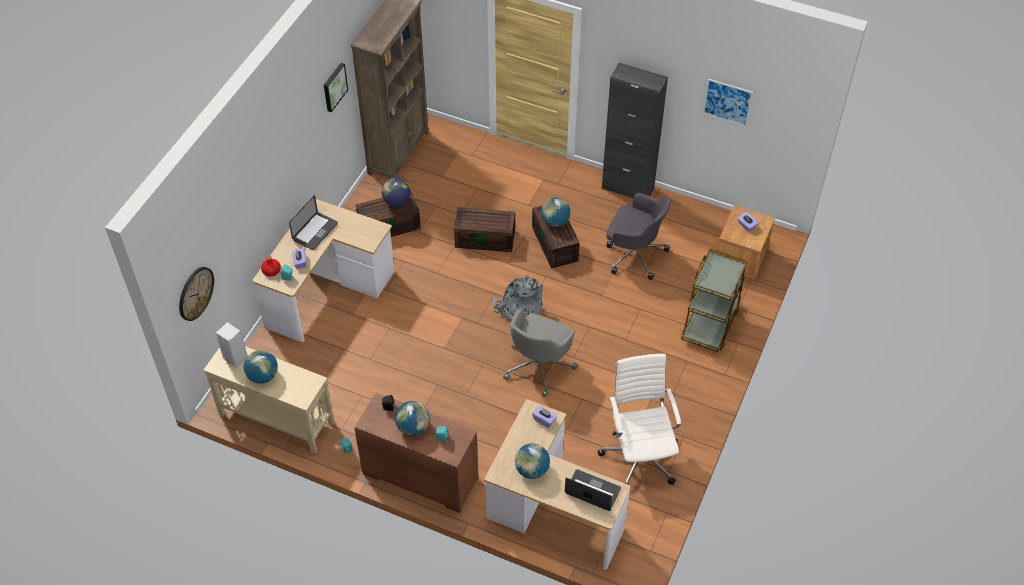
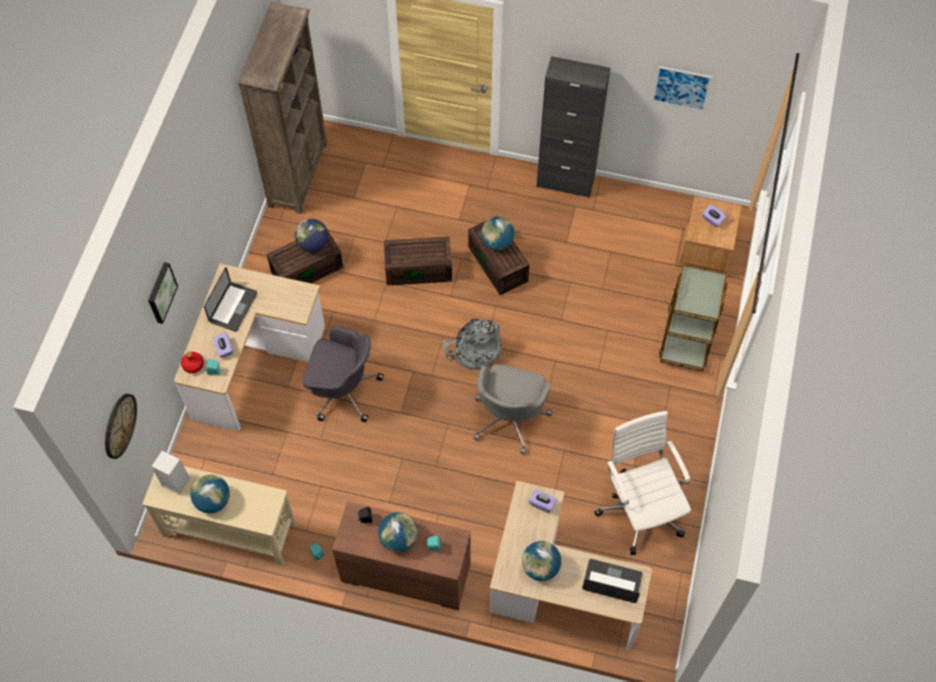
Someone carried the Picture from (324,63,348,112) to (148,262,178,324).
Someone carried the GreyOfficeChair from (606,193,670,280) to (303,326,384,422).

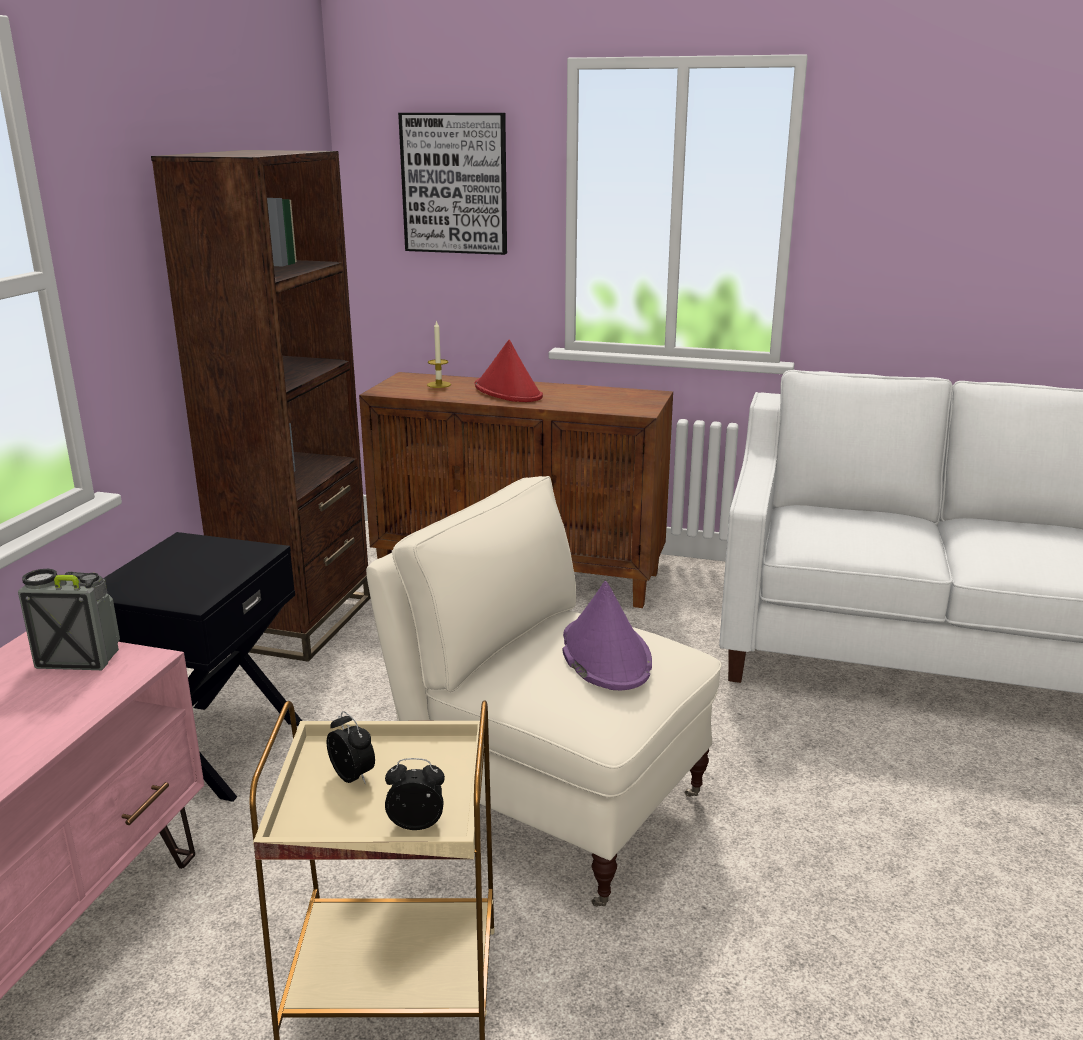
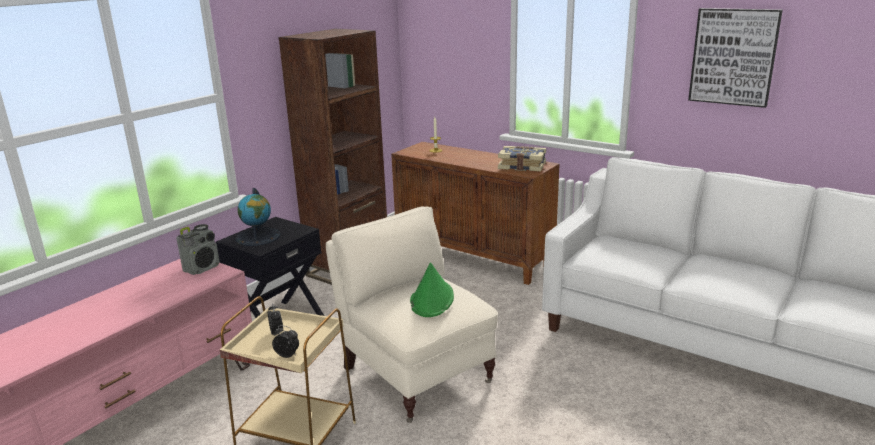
Someone took away the RedHat at (475,340,543,402).
Someone put down the Globe at (235,188,280,246).
Someone put down the Book at (498,146,546,172).
Someone carried the Picture from (398,113,507,255) to (688,8,783,108).
Someone repainted the PurpleHat at (562,581,652,691), which became the GreenHat at (410,262,454,317).
Someone rotated the Radio at (18,569,120,670) by 105 degrees clockwise.

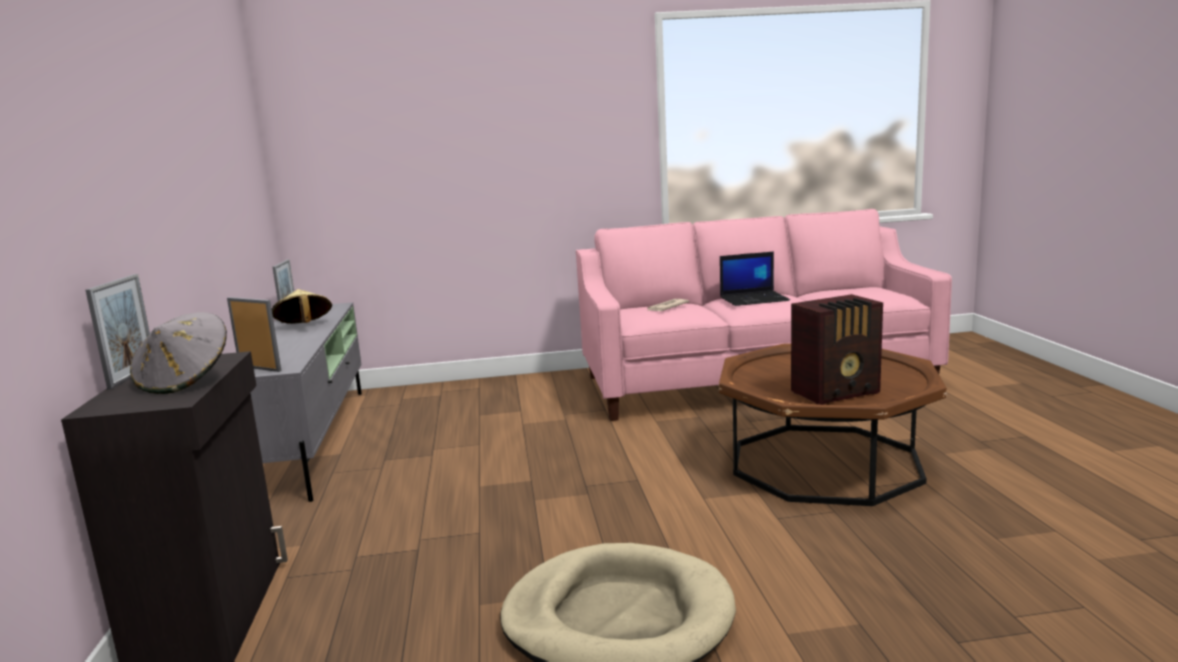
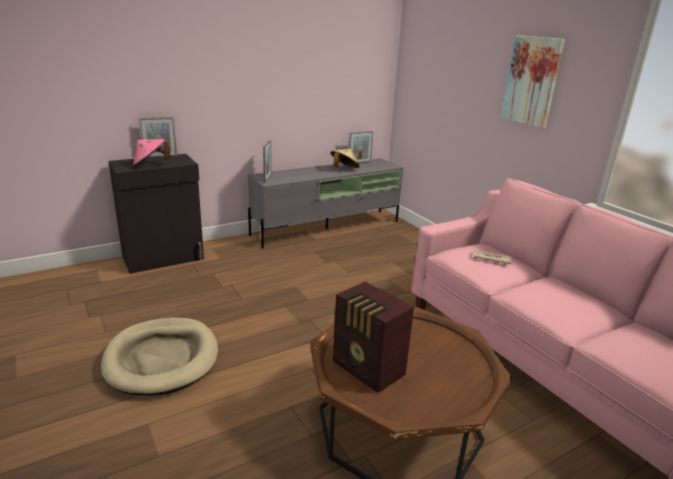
Someone took away the Laptop at (720,251,790,306).
Someone put up the Picture at (501,35,565,128).
Someone repainted the GreyHat at (130,312,227,394), which became the PinkHat at (133,139,170,167).

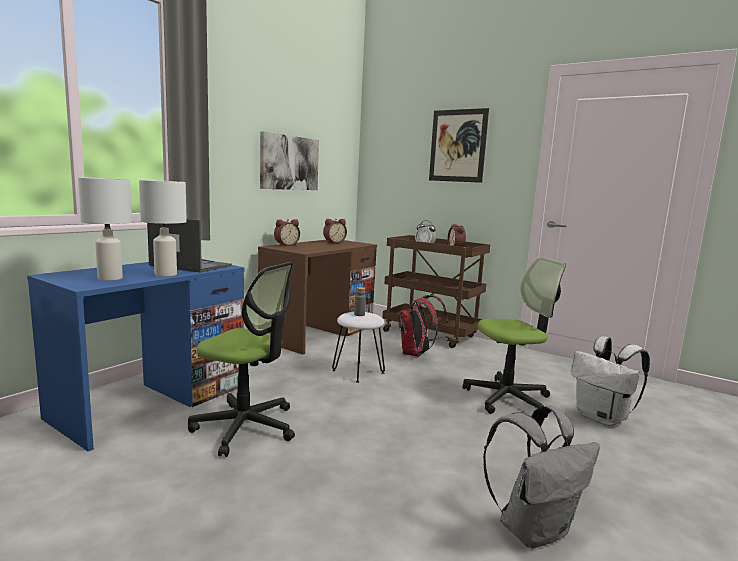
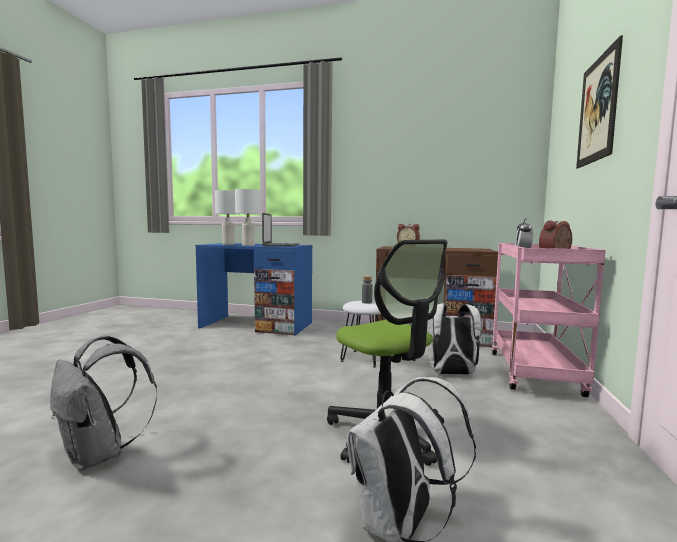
Someone took away the OfficeChair at (188,262,295,457).
Someone took away the Picture at (260,131,319,190).
Someone took away the AlarmClock at (323,219,347,243).
Someone repainted the BrownCart at (383,235,490,348), which became the PinkCart at (492,243,606,397).
Someone repainted the RedBackpack at (399,295,448,357), which became the WhiteBackpack at (427,303,482,375).

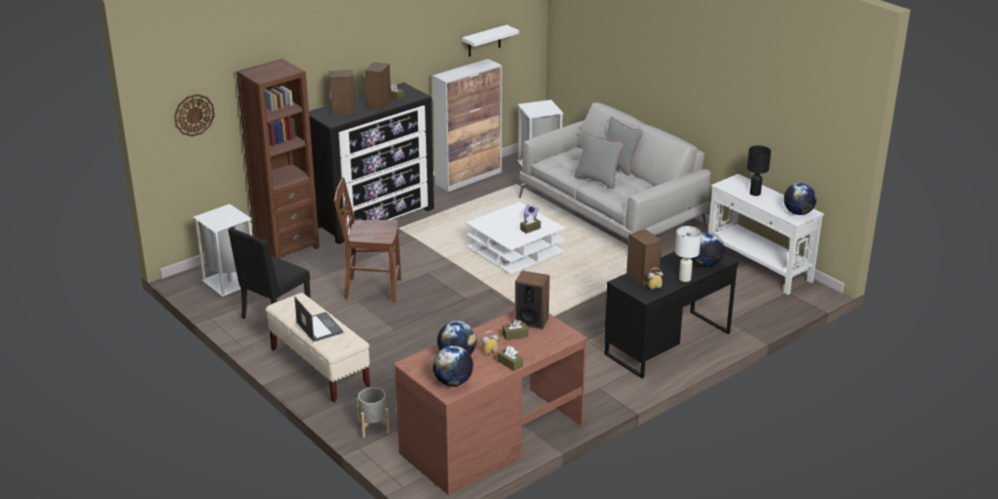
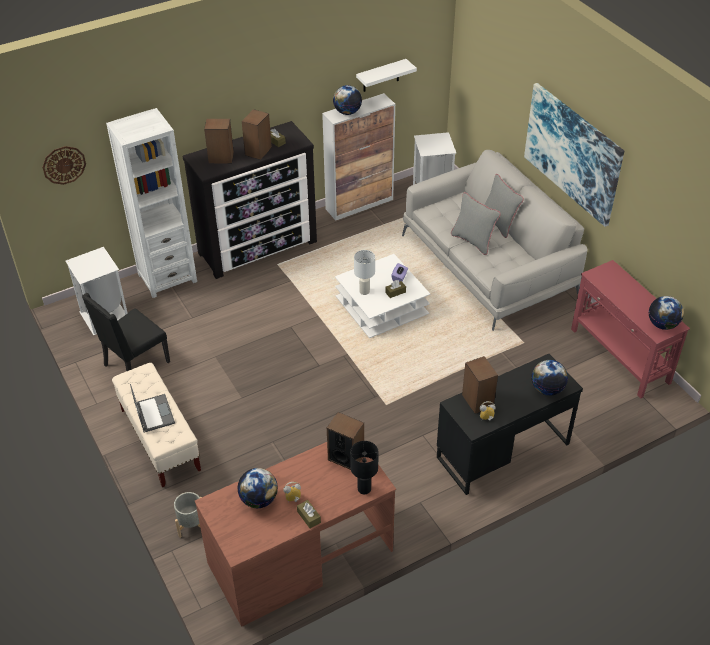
Someone took away the BrownChair at (334,177,401,303).
Someone took away the BrownTissueBox at (503,319,528,340).
Someone put up the Picture at (524,83,624,227).
Someone carried the Globe from (433,346,473,386) to (333,85,362,115).
Someone carried the WhiteTableLamp from (675,226,701,282) to (354,250,375,295).
Someone carried the BlackTableLamp from (747,146,771,196) to (350,441,379,494).
Someone repainted the BrownBookcase at (236,59,320,259), which became the WhiteBookcase at (106,108,197,298).
Someone repainted the WhiteConsoleTable at (708,174,824,295), which became the RedConsoleTable at (571,260,690,398).

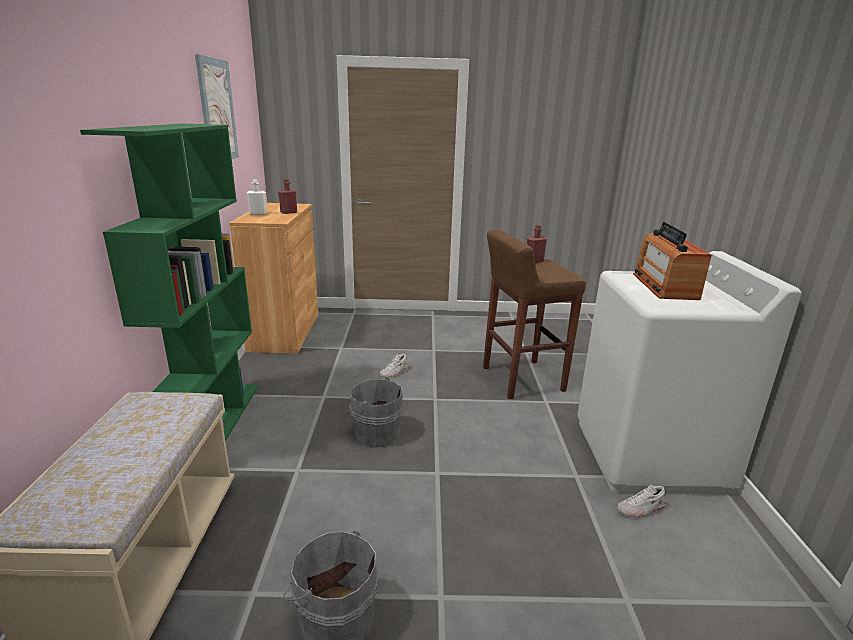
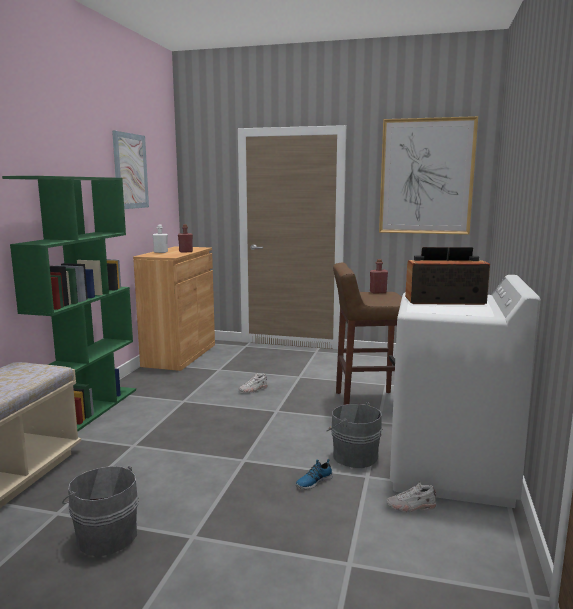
Someone put down the Shoe at (295,459,333,489).
Someone put up the Picture at (379,116,478,235).
Someone carried the GreyBucket from (345,377,403,448) to (326,402,382,468).
Someone rotated the Radio at (633,222,712,300) by 75 degrees clockwise.

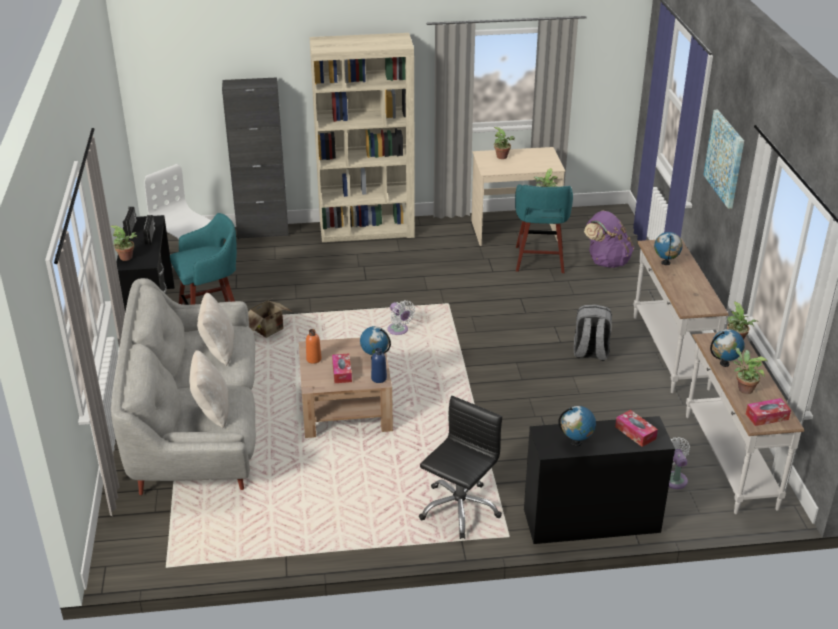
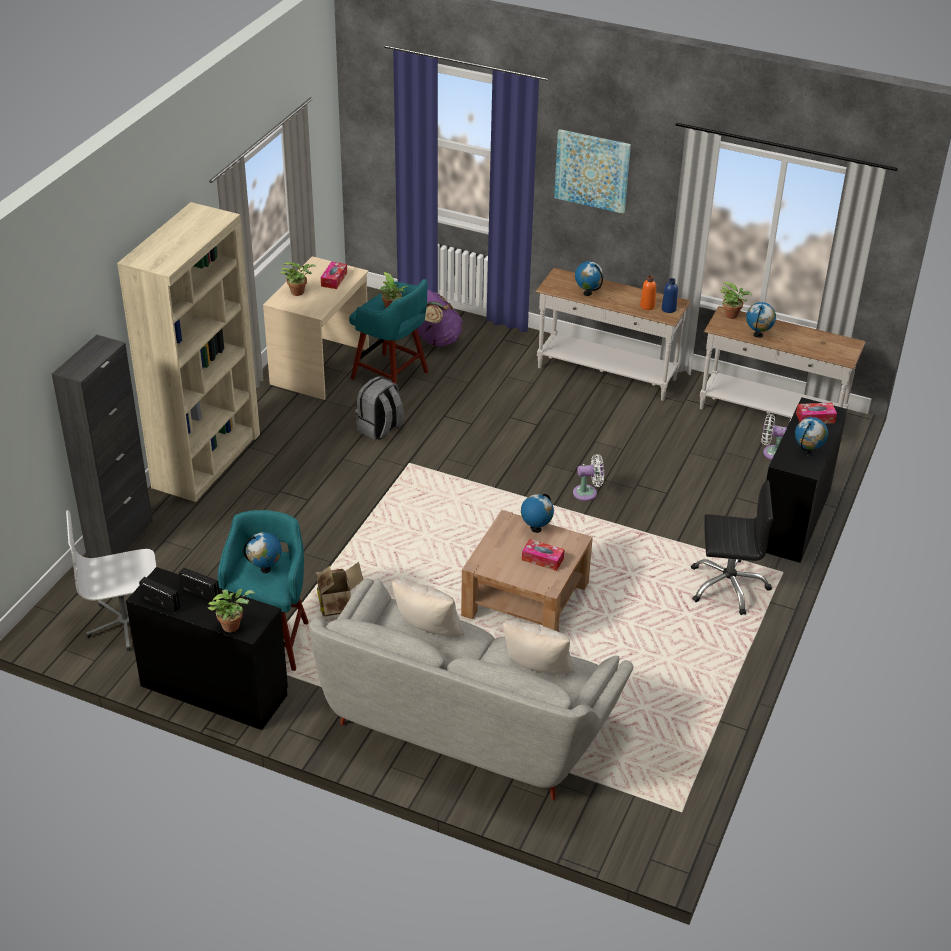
Someone took away the PottedPlant at (733,348,768,394).
Someone put down the Globe at (243,532,282,573).
Someone carried the OrangeBottle from (306,329,321,364) to (640,275,656,310).
Someone carried the BlueBottle from (371,348,387,383) to (662,278,678,313).
Someone carried the WhiteFan from (387,300,415,335) to (573,454,604,501).
Someone carried the GreyBackpack from (574,304,612,361) to (355,376,404,440).
Someone carried the TissueBox from (746,398,791,426) to (321,262,347,289).
Someone rotated the BlackOfficeChair at (419,396,502,539) by 120 degrees clockwise.

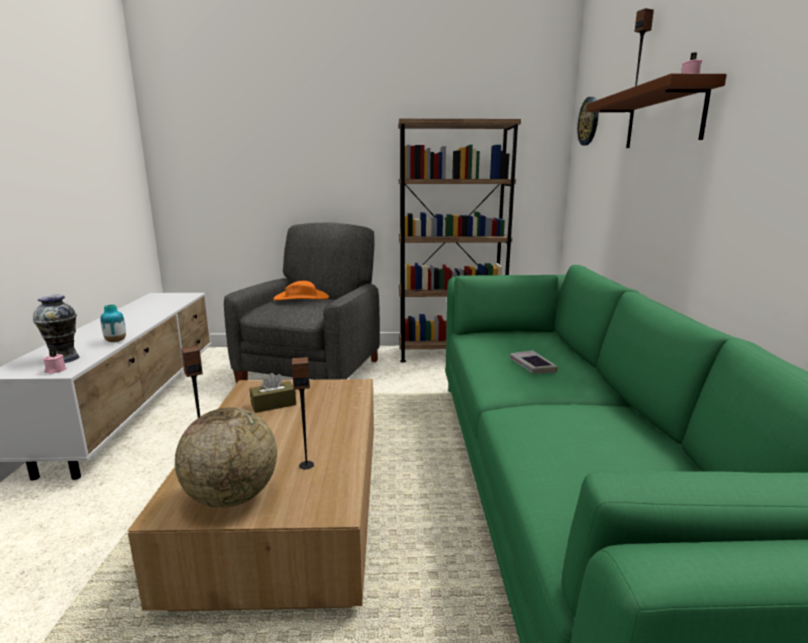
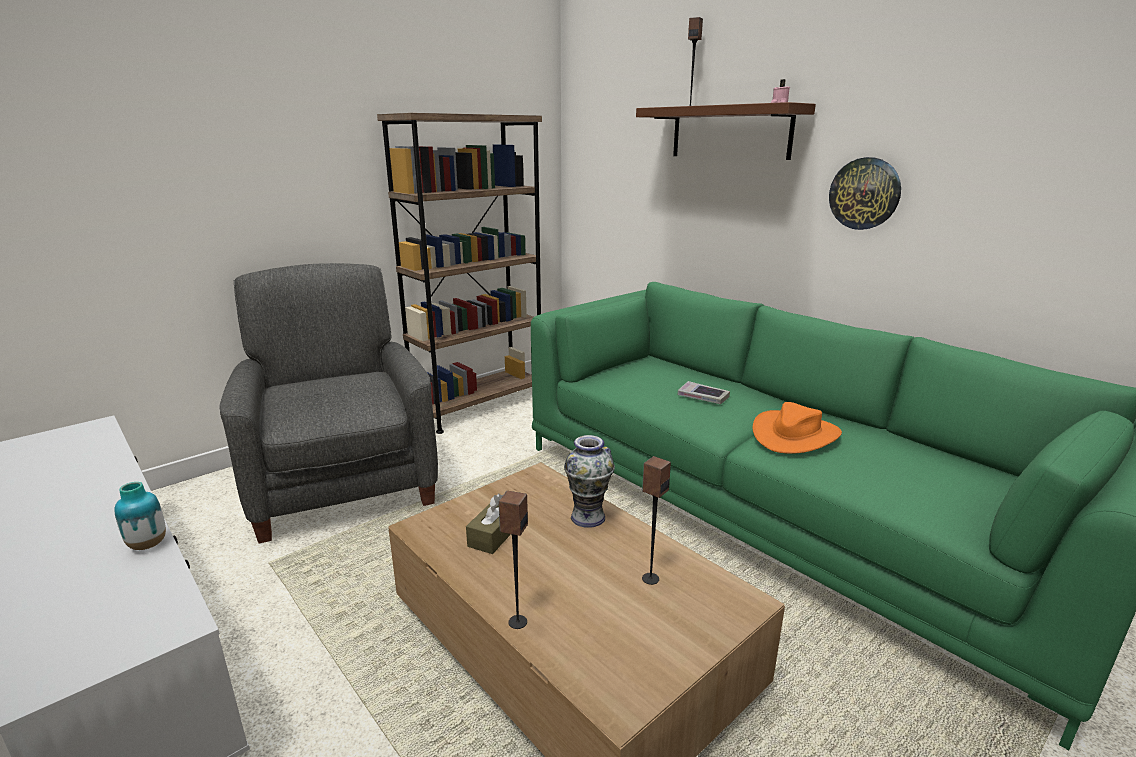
Someone took away the PinkCandle at (44,349,67,374).
Someone took away the Globe at (175,407,277,508).
Someone carried the Vase from (33,295,79,363) to (564,435,615,528).
Someone carried the OrangeHat from (273,281,329,300) to (753,402,842,454).
Someone carried the WallClock from (577,97,598,145) to (829,157,901,230).

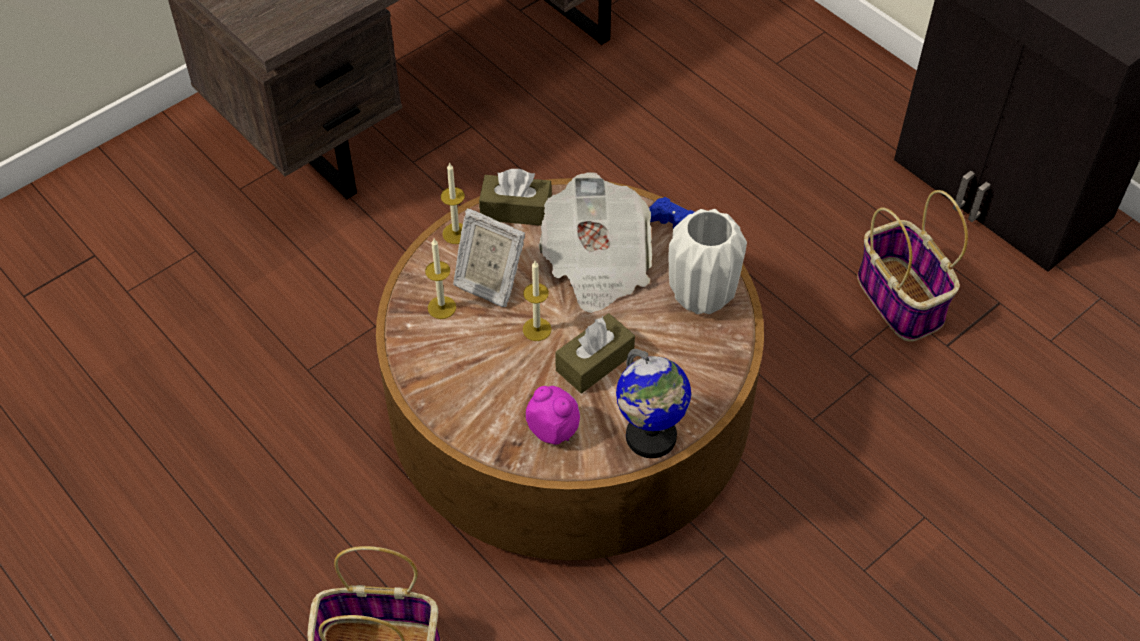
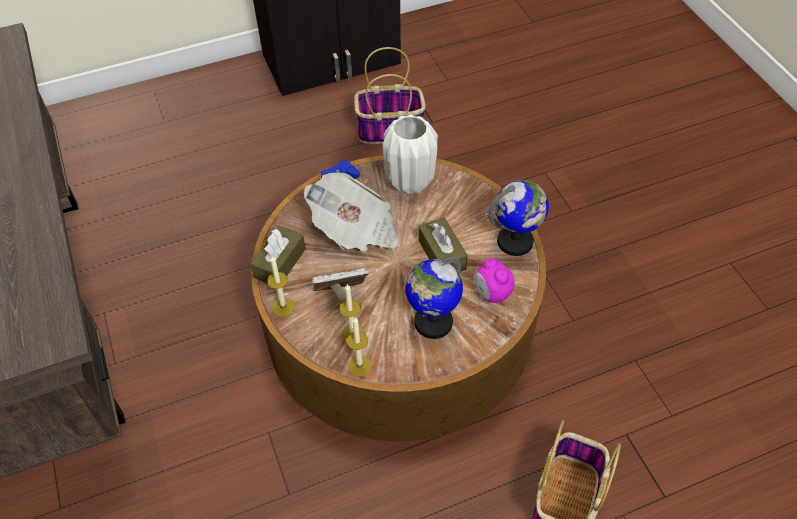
Someone put down the Globe at (405,257,463,339).
Someone carried the Candle from (523,261,551,341) to (347,317,372,377).
Someone rotated the PictureFrame at (453,209,525,307) by 150 degrees counterclockwise.
Someone rotated the AlarmClock at (526,386,580,444) by 90 degrees counterclockwise.

